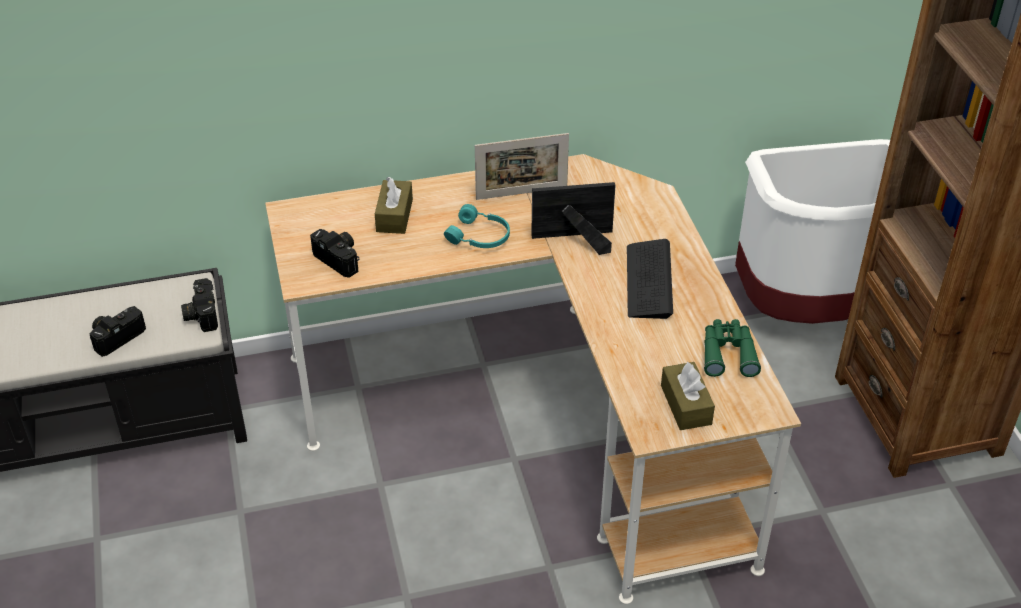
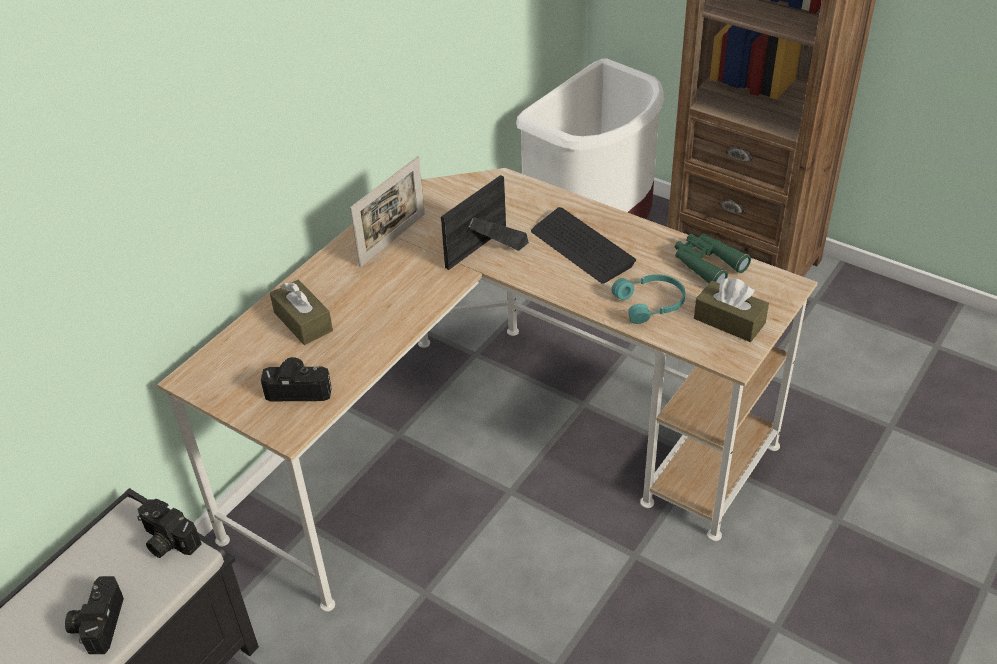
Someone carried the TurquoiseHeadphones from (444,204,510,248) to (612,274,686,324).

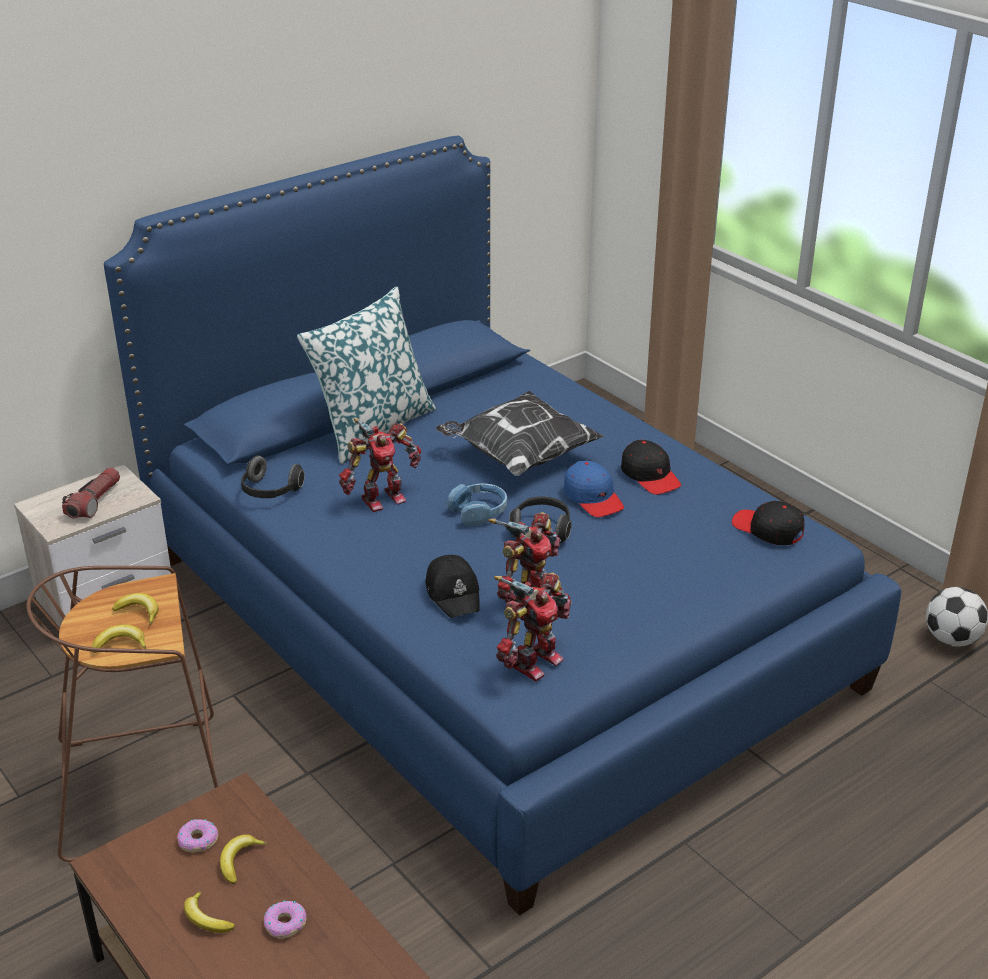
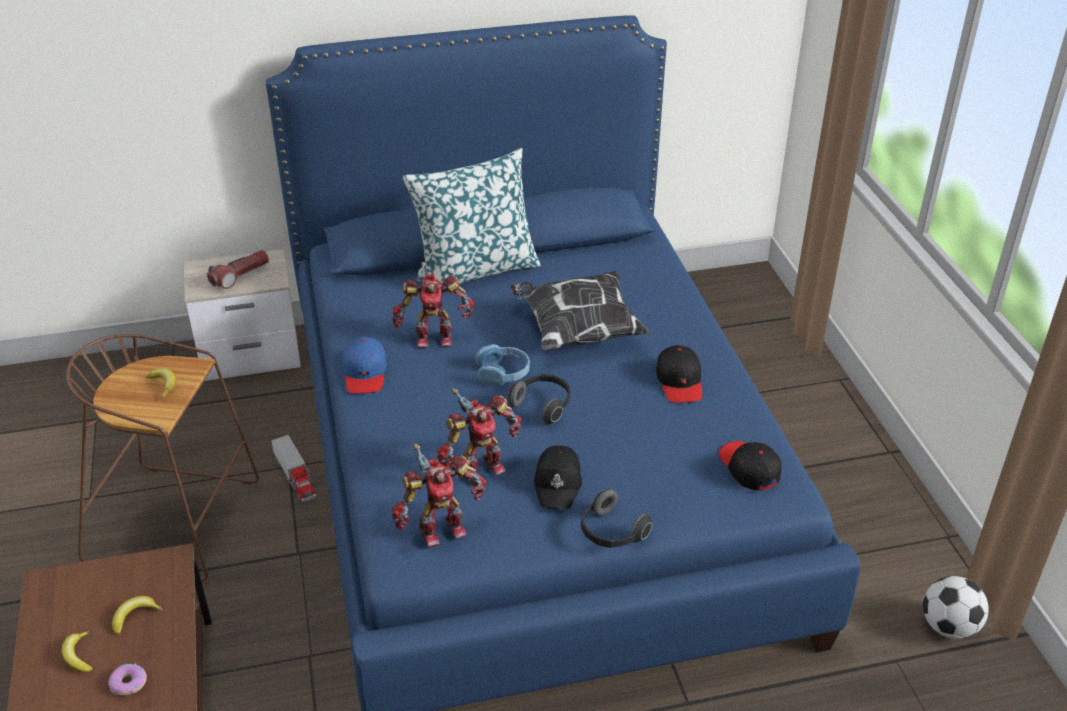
Someone took away the Banana at (92,625,146,653).
Someone took away the Donut at (177,819,218,852).
Someone put down the ToyTruck at (271,435,317,502).
Someone carried the Headphones from (241,455,305,498) to (581,489,652,548).
Someone carried the BlackCap from (426,555,479,618) to (534,445,582,509).
Someone carried the BlueCap from (564,461,624,517) to (342,337,387,393).

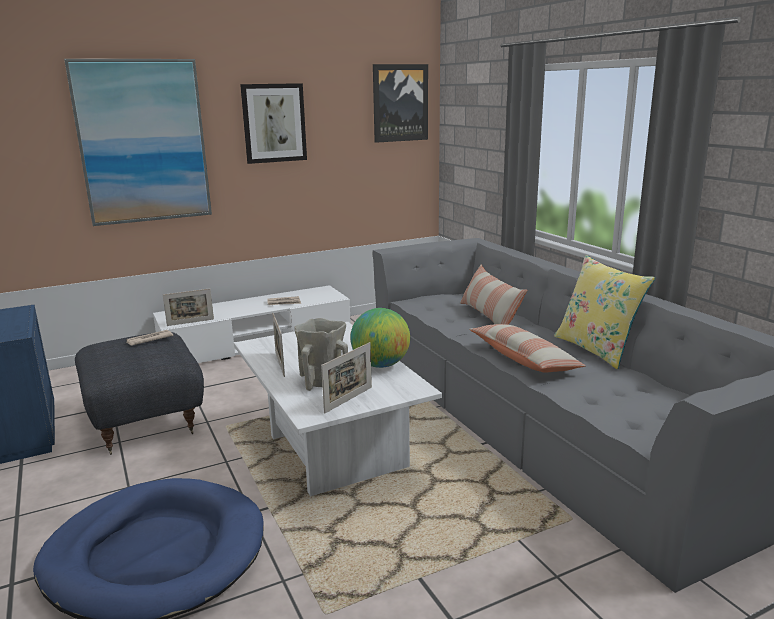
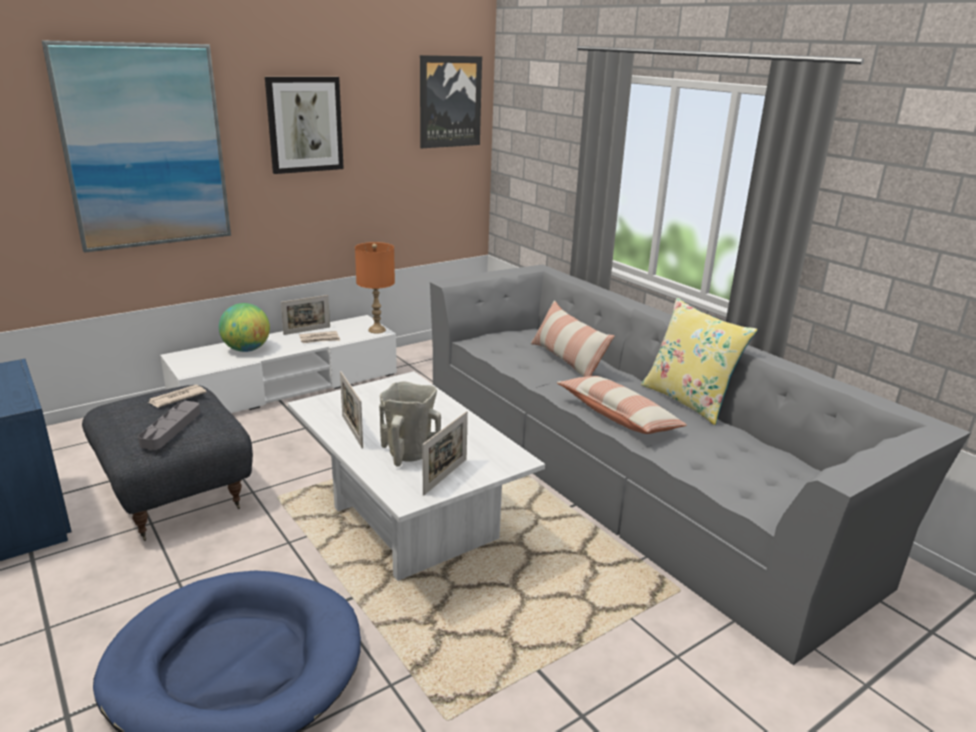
Someone put down the GreyTray at (138,401,200,450).
Someone put down the OrangeTableLamp at (355,242,395,334).
Someone carried the PictureFrame from (163,289,214,326) to (281,295,330,335).
Someone carried the Globe from (350,308,410,368) to (219,303,270,352).

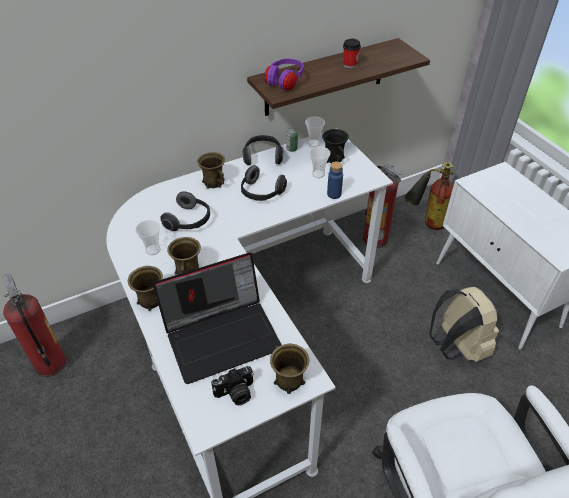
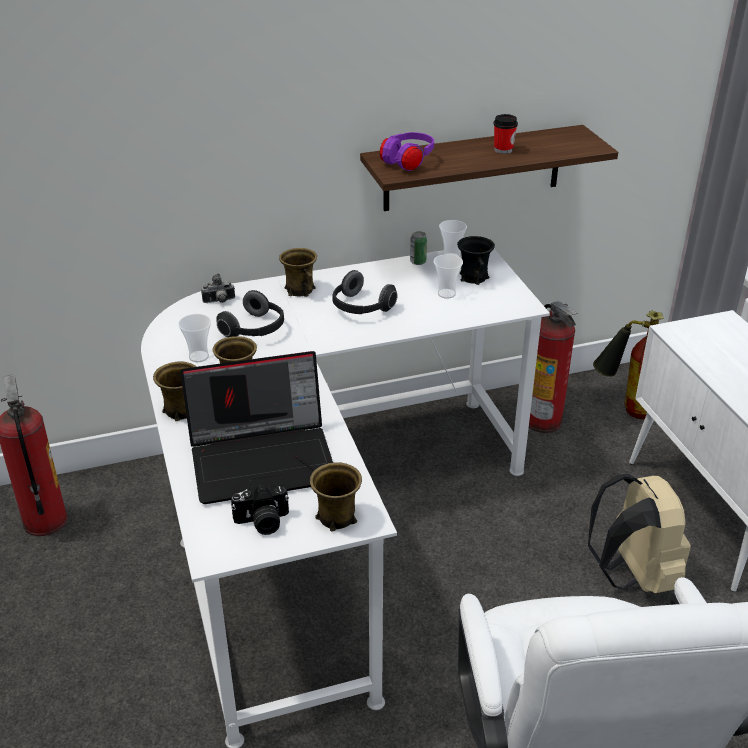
Someone took away the Headphones at (242,135,283,165).
Someone took away the BlueBottle at (327,162,343,199).
Someone put down the PhotoCamera at (201,273,235,303).

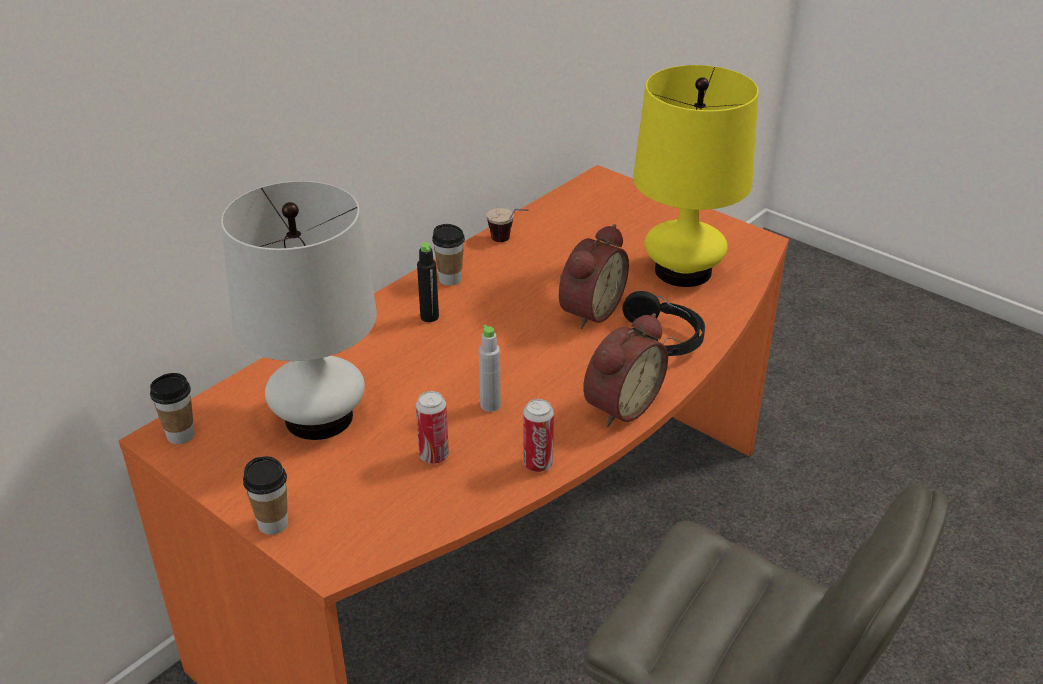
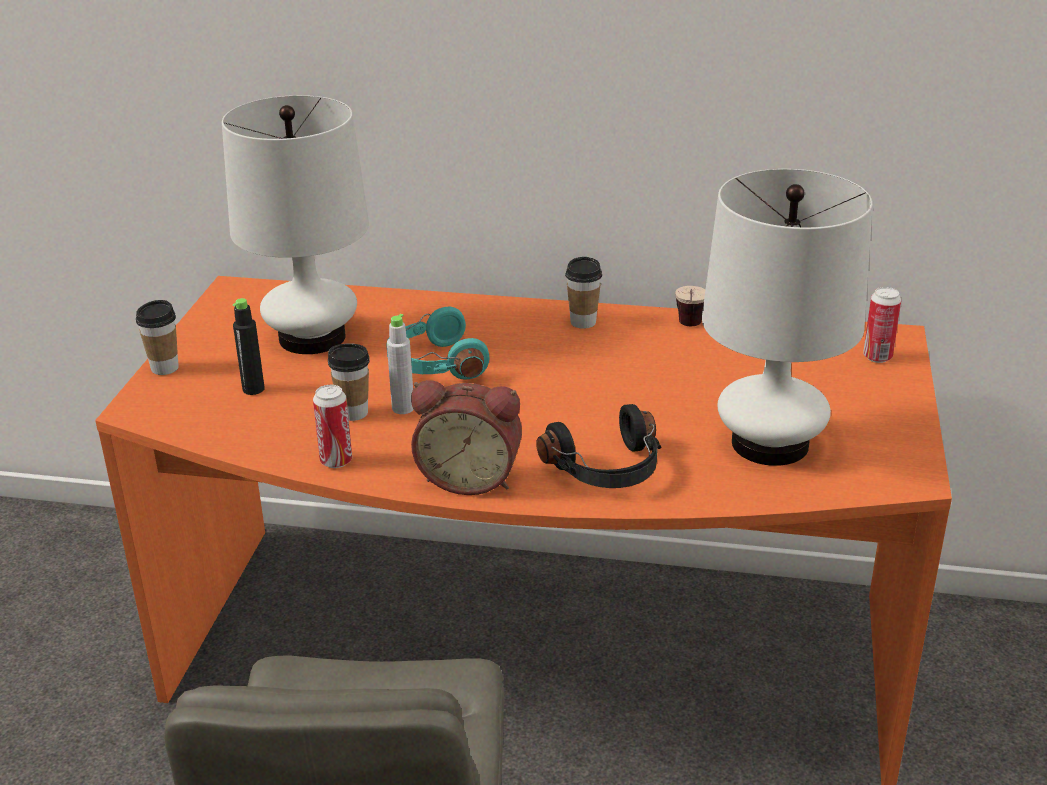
Someone took away the AlarmClock at (559,224,629,329).
Someone put down the TurquoiseHeadphones at (386,307,489,380).
Someone carried the Cup from (150,373,195,444) to (328,343,370,421).
Someone carried the Can from (416,391,449,464) to (863,287,901,363).
Someone carried the BlackBottle from (417,242,439,322) to (233,298,265,395).
Someone repainted the YellowTableLamp at (633,65,759,287), which became the WhiteTableLamp at (702,169,873,466).

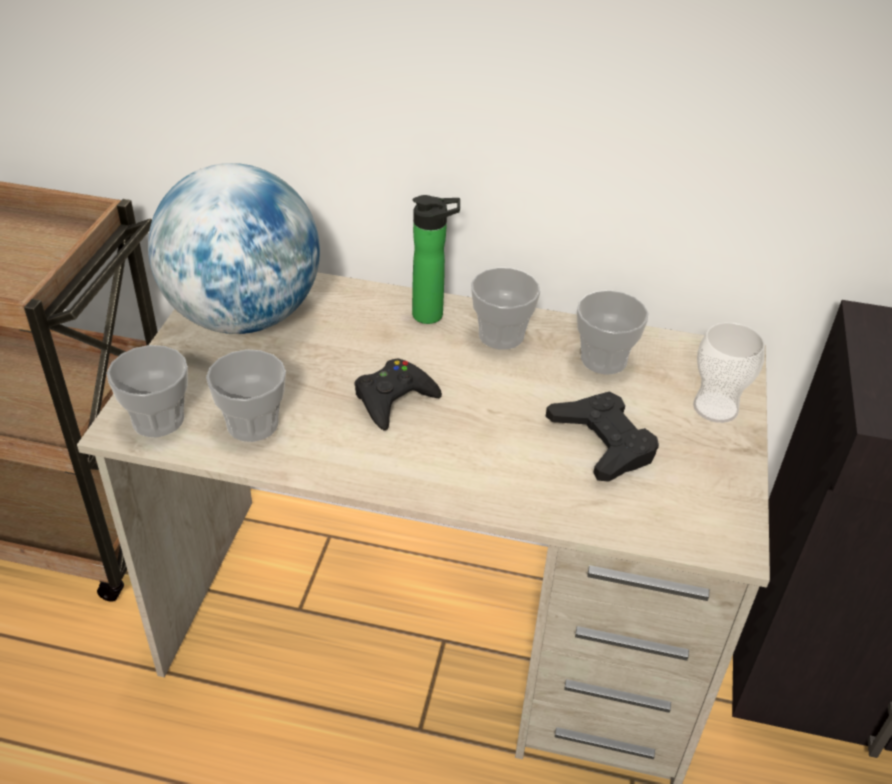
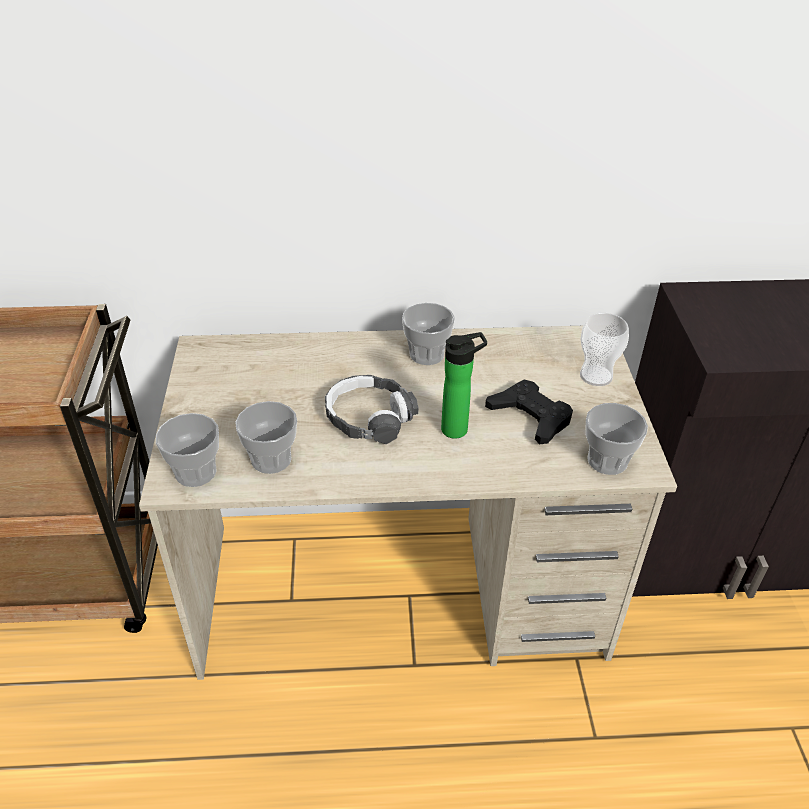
Someone took away the Globe at (148,163,320,334).
Someone carried the Bottle from (412,195,460,324) to (441,332,487,439).
Someone carried the Cup from (577,290,649,375) to (585,403,648,475).
Someone swapped the BlackGameController at (355,358,442,431) for the Headphones at (325,375,419,445).

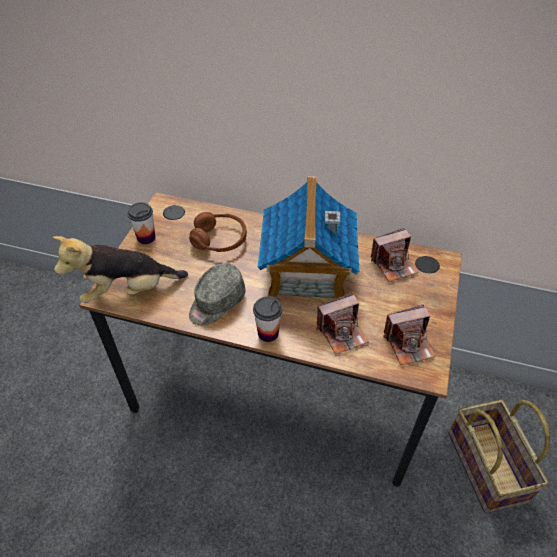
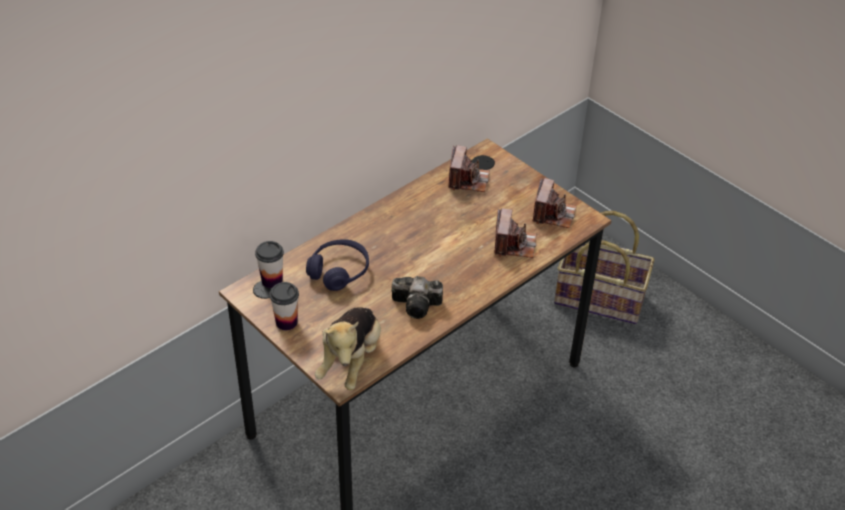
Someone took away the ToyHouse at (257,176,360,299).
Someone carried the Cup from (253,296,282,342) to (255,241,284,288).
Someone swapped the GreyCap at (189,263,246,325) for the PhotoCamera at (391,276,443,319).
Someone repainted the BrownHeadphones at (189,212,247,252), which became the PurpleHeadphones at (306,239,369,291).

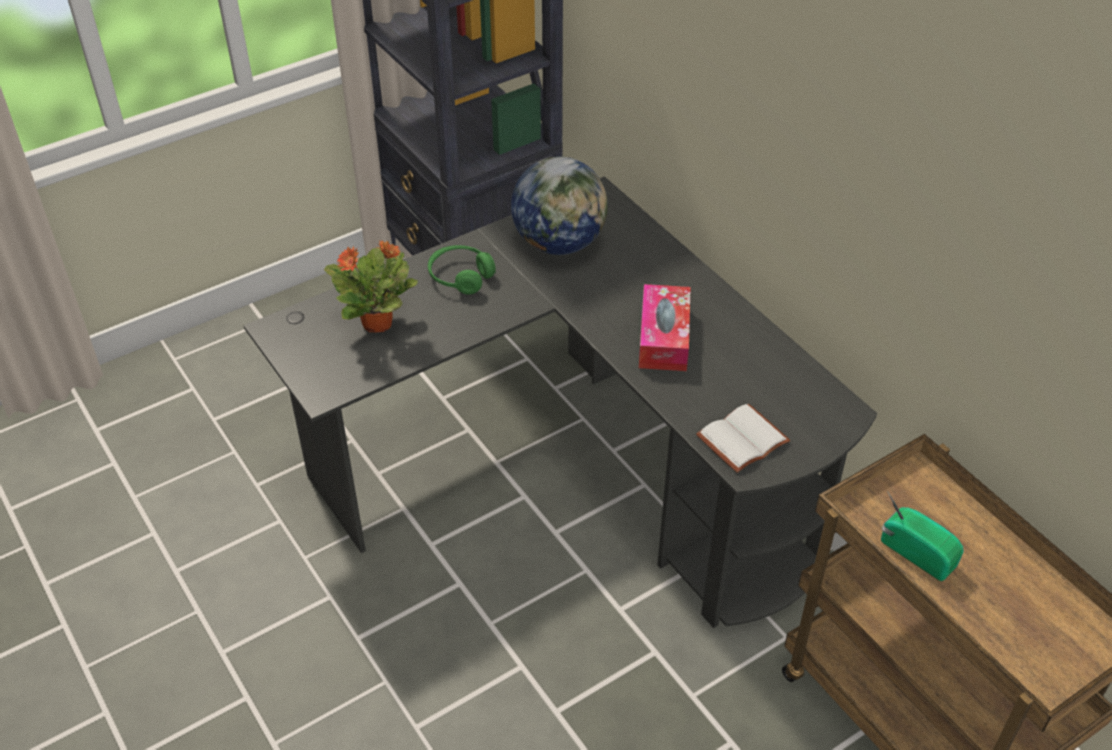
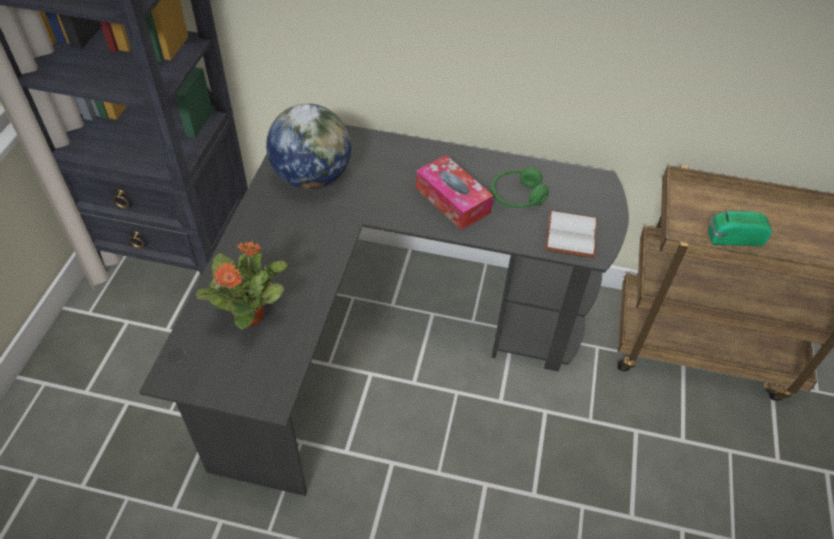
Someone carried the GreenHeadphones from (428,245,496,295) to (491,167,549,208).

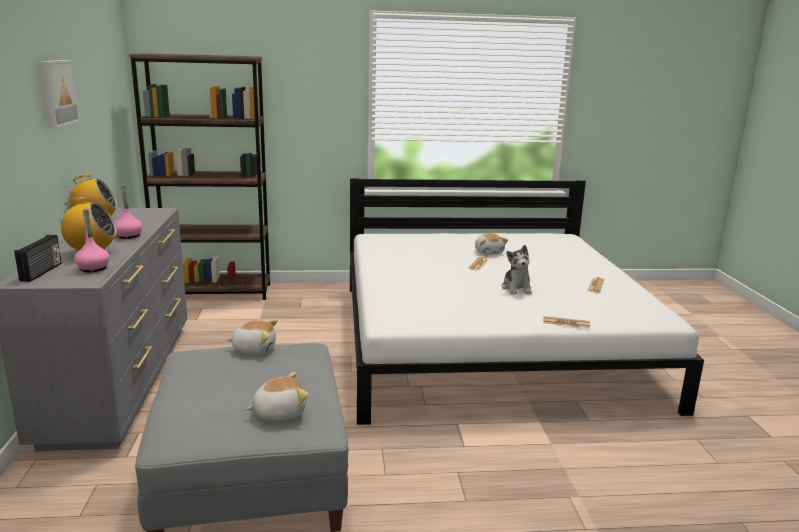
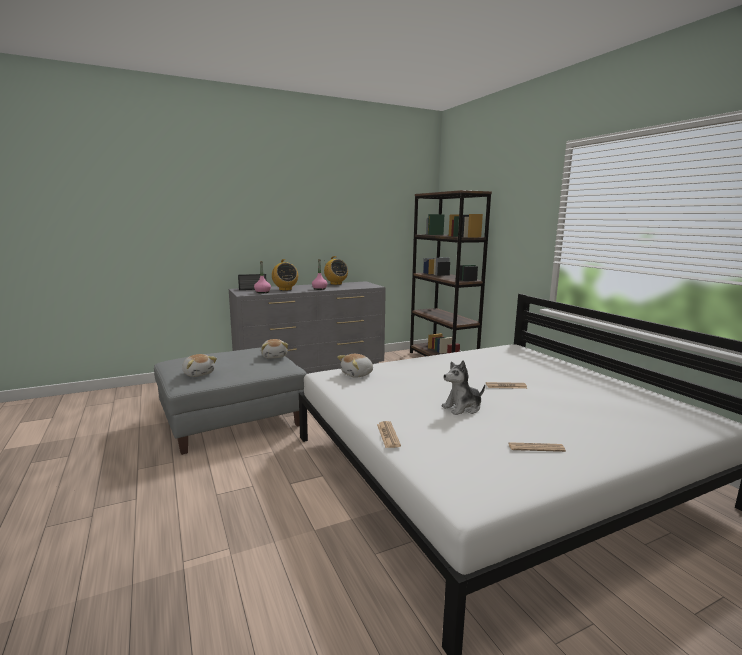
Someone took away the Picture at (39,60,80,128).
Someone carried the PlushToy from (475,233,508,255) to (337,354,373,378).

